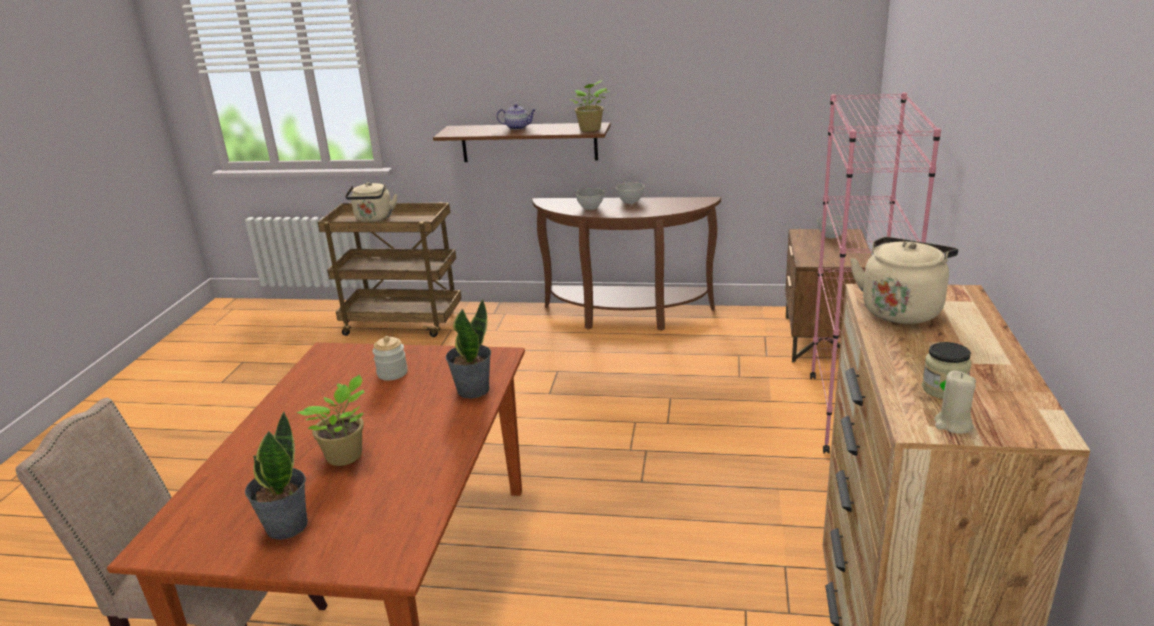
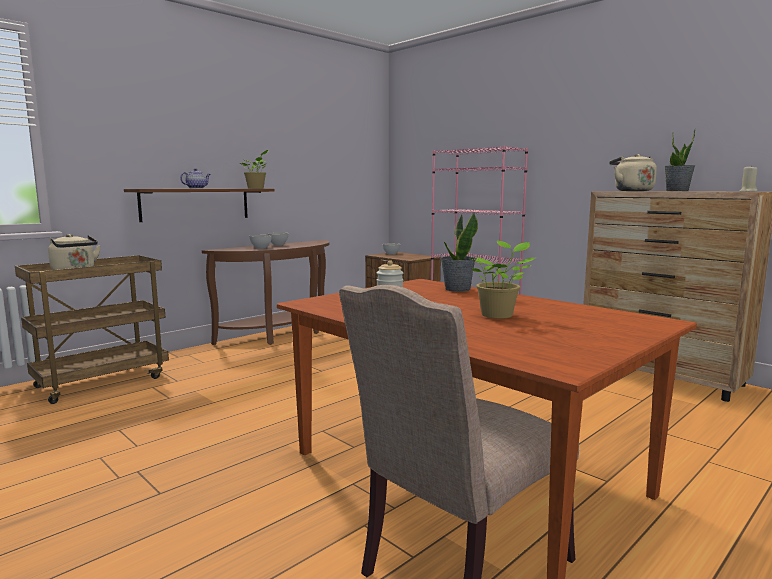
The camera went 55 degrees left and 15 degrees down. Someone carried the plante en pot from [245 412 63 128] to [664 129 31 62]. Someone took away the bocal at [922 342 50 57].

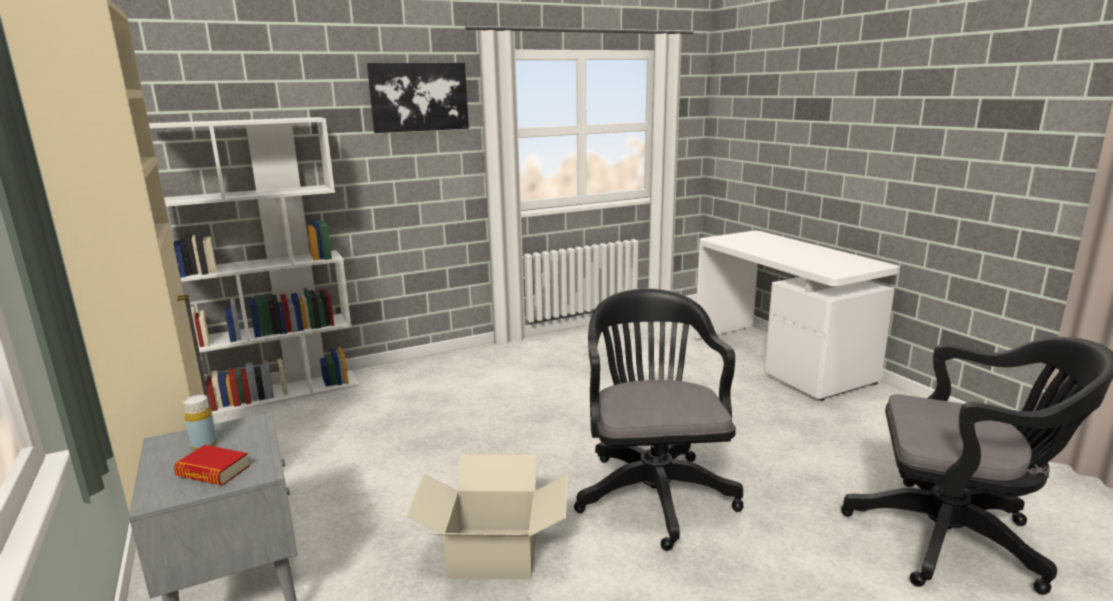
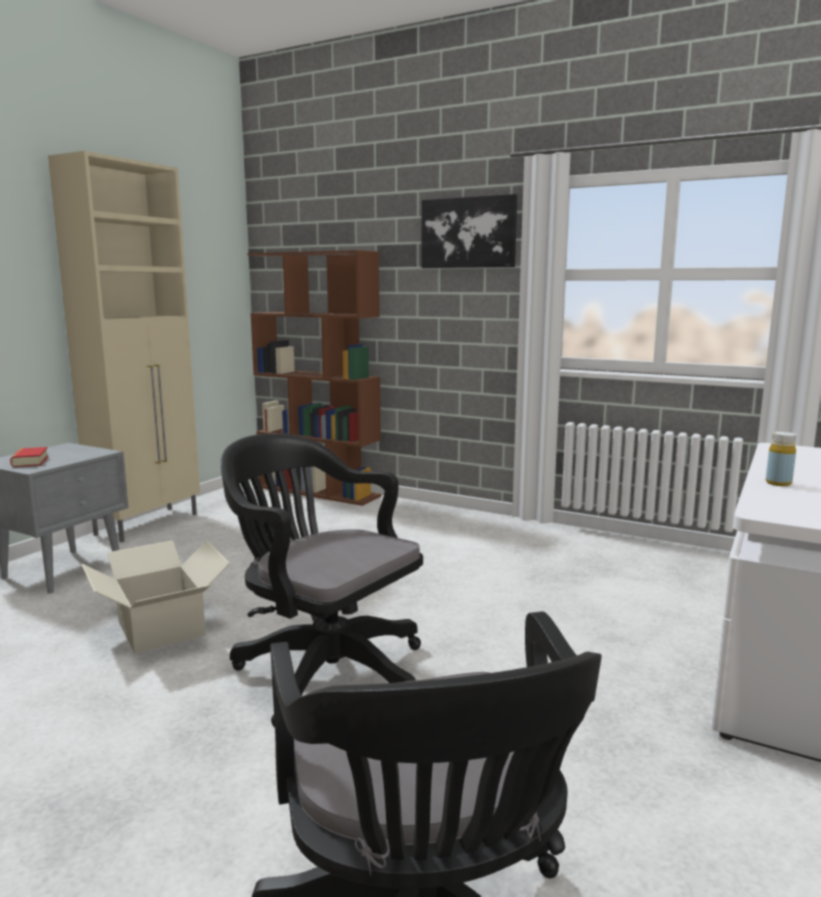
The camera went 55 degrees right and 5 degrees down. Someone repainted the bibliothèque [blanc] at [149 117 210 299], which became the bibliothèque [marron] at [248 250 133 256]. Someone carried the bouteille [jaune] from [183 395 34 55] to [766 431 31 55]. Someone rotated the chaise de bureau [noir] at [574 288 170 263] by 105 degrees counterclockwise.

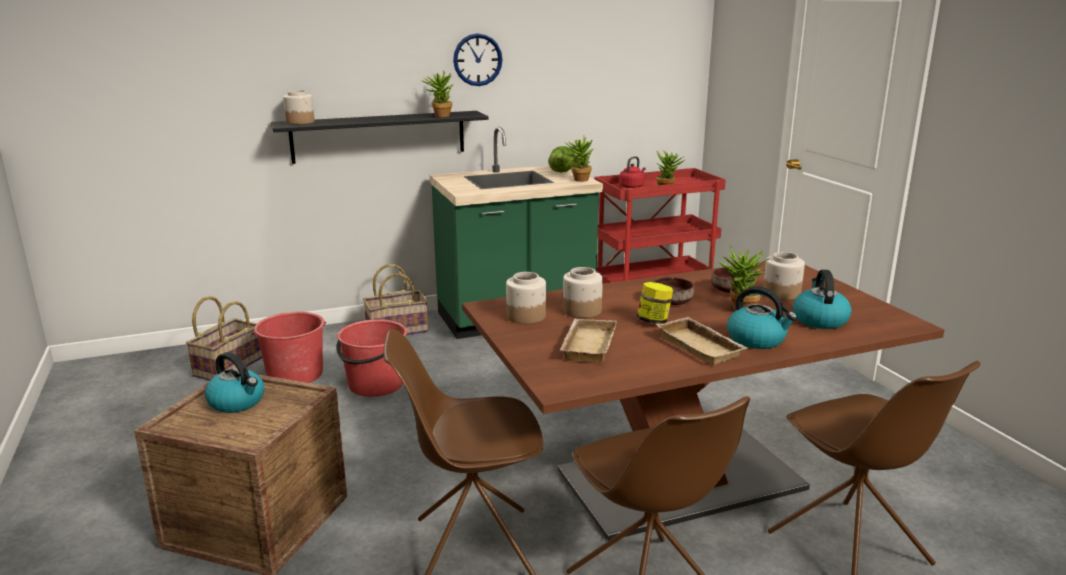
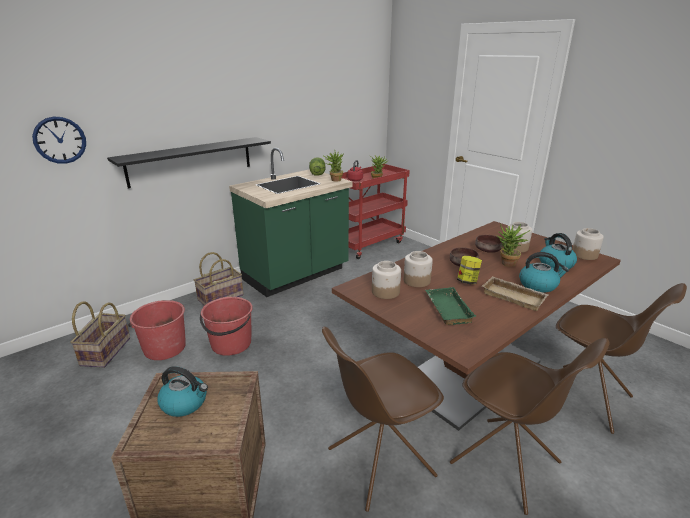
The camera went 20 degrees left and 5 degrees up. Someone carried the bocal from [283 90 32 34] to [572 228 32 32]. Someone took away the plante en pot at [421 70 33 47]. Someone carried the horloge murale from [453 33 50 53] to [32 116 54 48]. Someone repainted the plateau [beige] at [560 319 57 44], which became the plateau [vert] at [425 287 52 38].

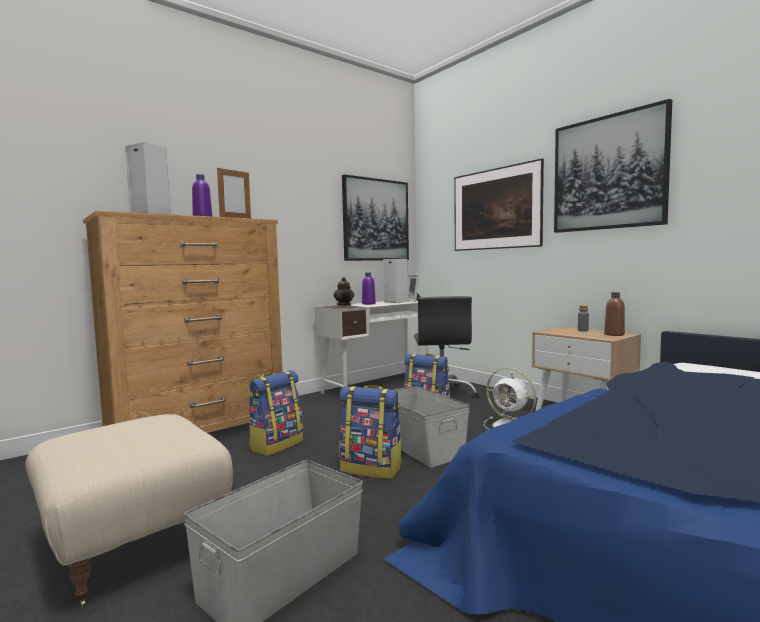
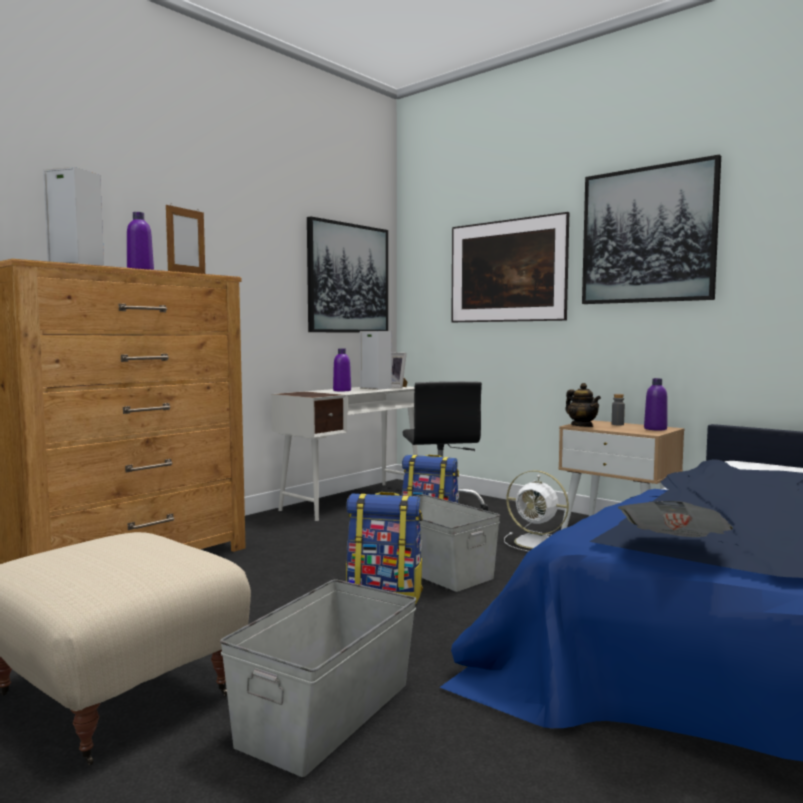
The camera went 10 degrees left and 0 degrees up. Someone took away the sac à dos at [248 370 56 86]. Someone carried the théière from [334 277 20 29] to [565 383 36 44]. Someone repainted the bouteille [marron] at [604 292 21 44], which became the bouteille [violet] at [644 378 23 53]. Someone put down the journal at [618 501 115 36].

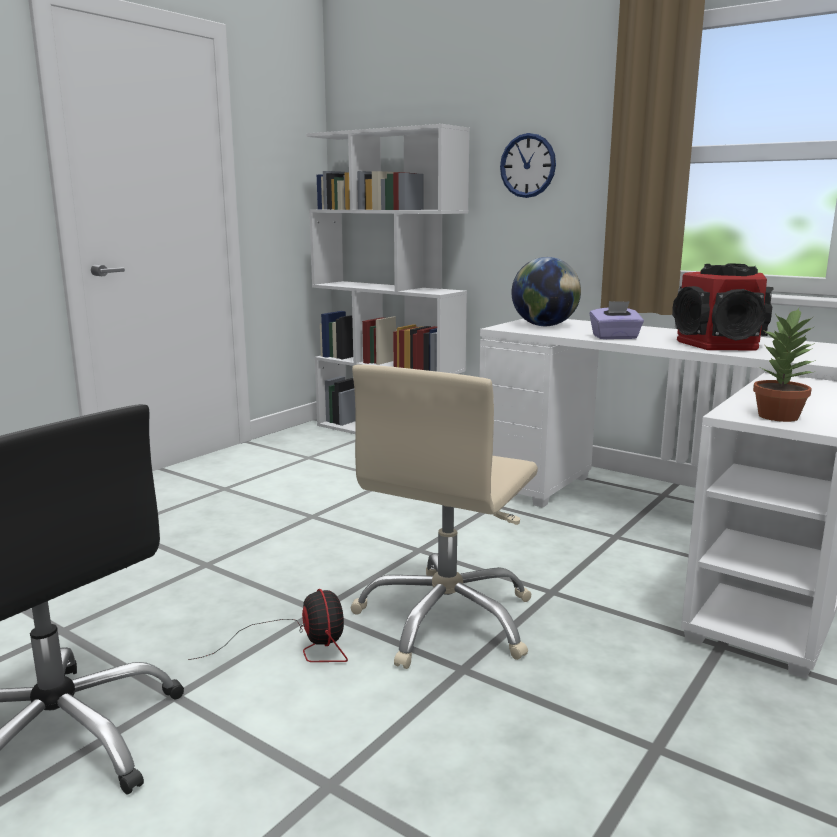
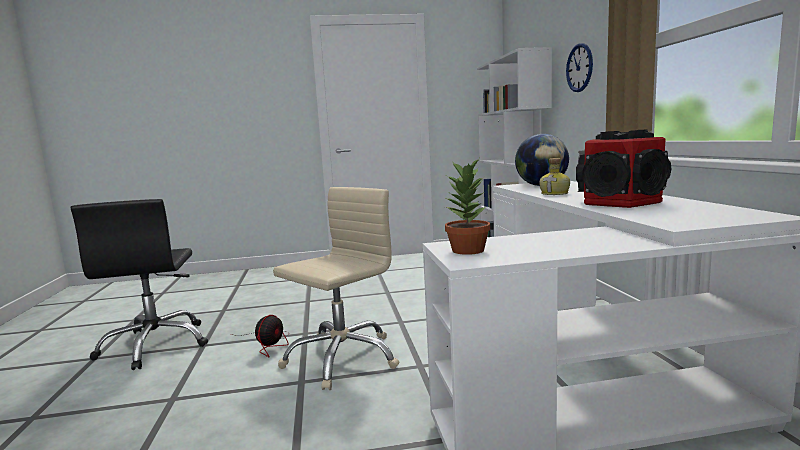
The camera went 45 degrees right and 5 degrees down. Someone rotated the chaise de bureau [beige] at [350 364 188 305] by 150 degrees clockwise. Someone swapped the boîte à mouchoirs [violet] at [590 301 54 38] for the bouteille at [539 158 31 37].

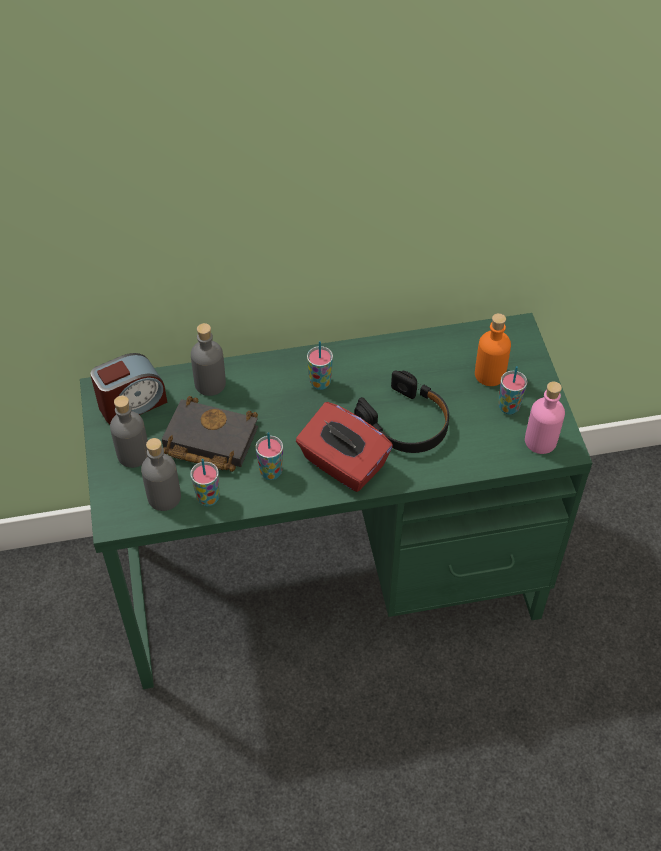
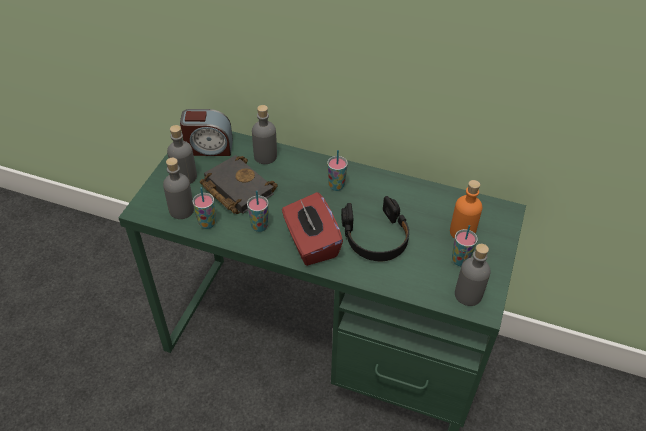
The camera went 30 degrees right and 5 degrees down. Someone repainted the bouteille [rose] at [525 381 40 73], which became the bouteille [gris] at [455 244 36 62].

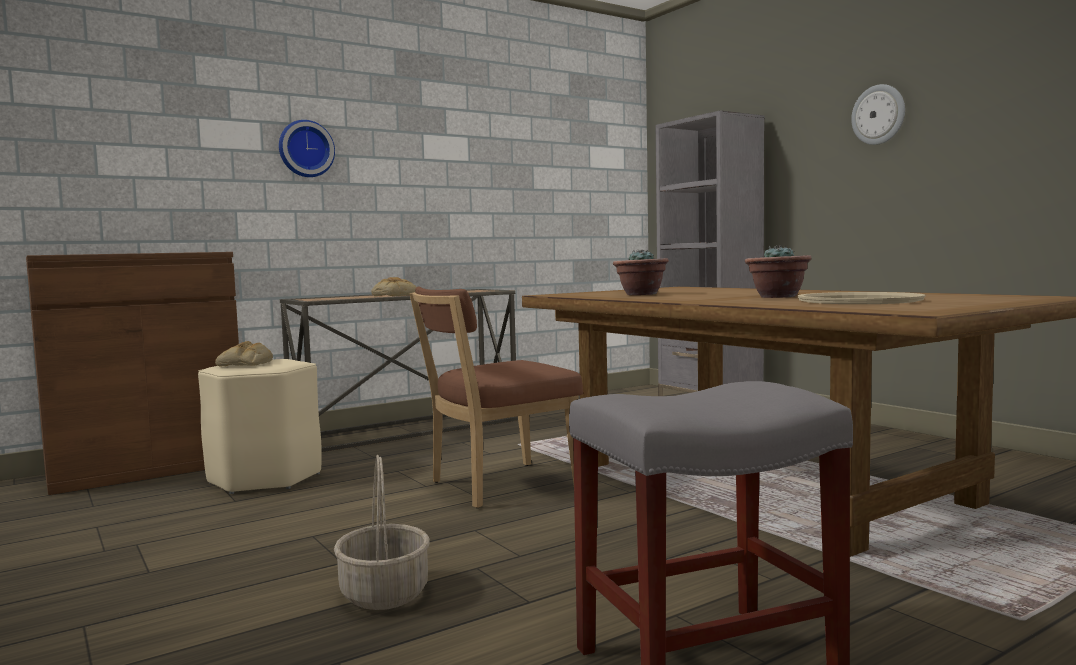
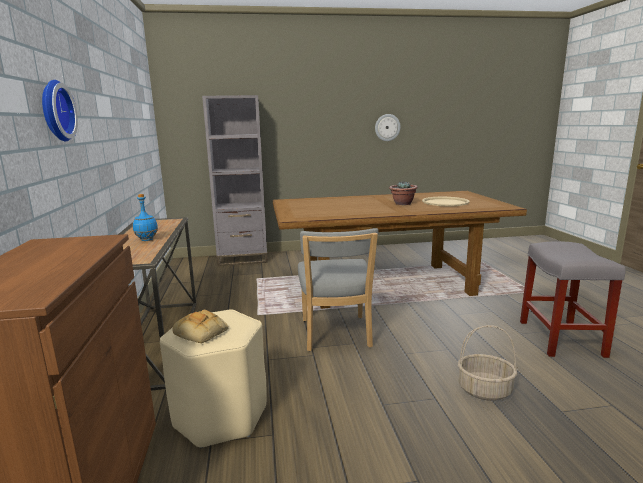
The camera went 65 degrees left and 10 degrees up. Someone swapped the pain at [371 277 45 19] for the bouteille [bleu] at [133 194 25 47]. Someone repainted the chaise [marron] at [410 286 173 222], which became the chaise [gris] at [298 228 81 123]. Someone took away the plante en pot at [613 250 56 45]. Someone carried the horloge murale from [851 84 54 61] to [375 114 26 27].

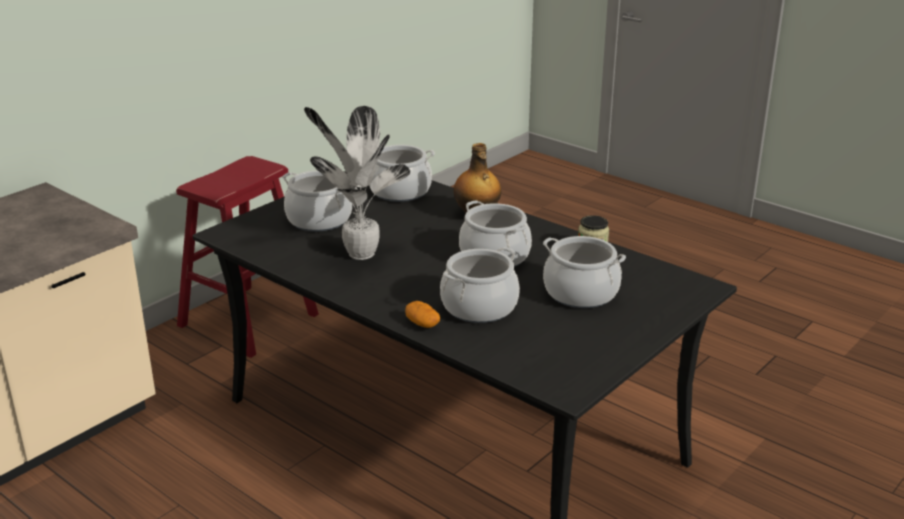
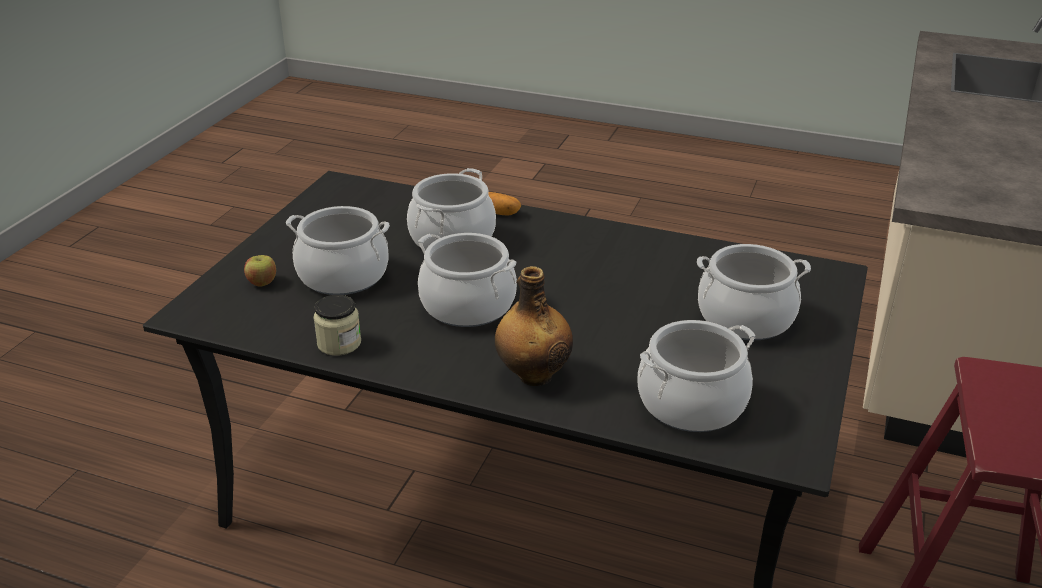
The camera went 160 degrees right and 5 degrees up. Someone took away the plante en pot at [304 106 106 154]. Someone put down the pomme at [244 255 32 32].

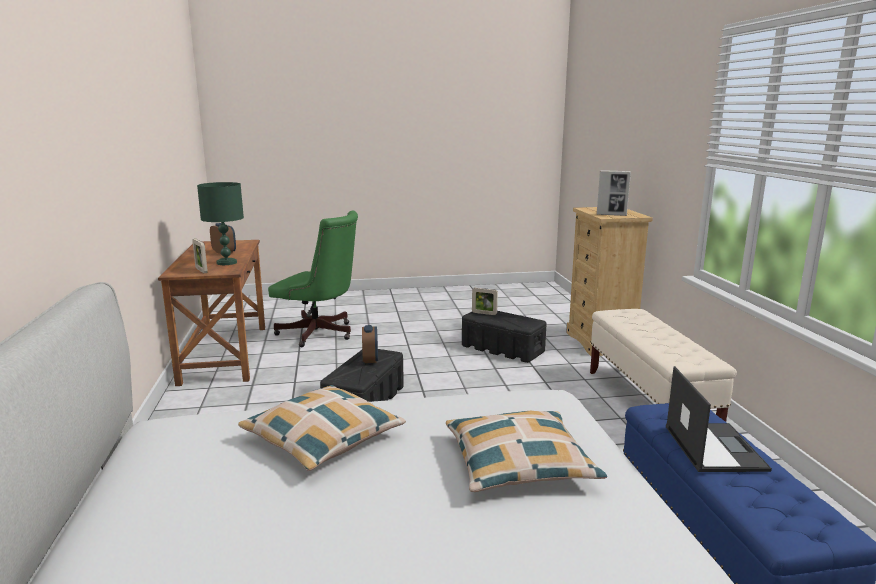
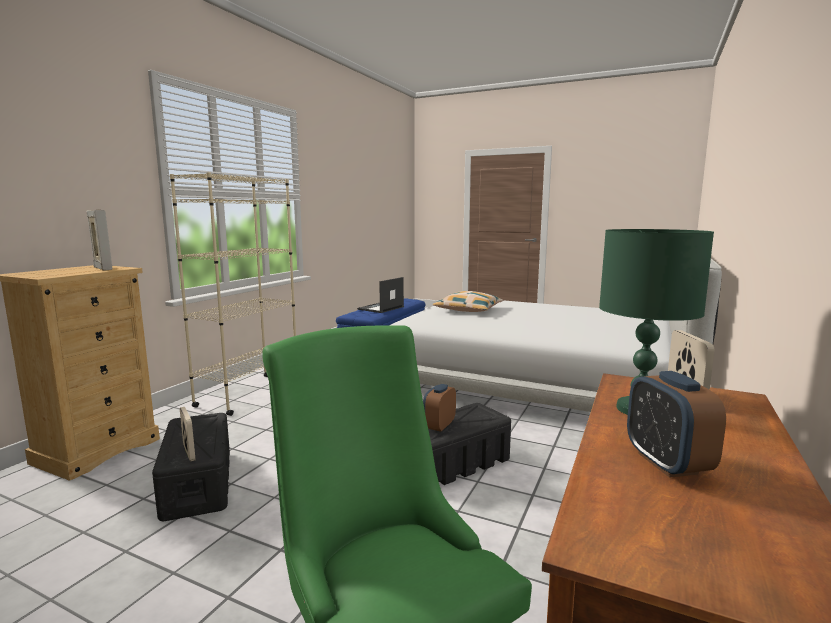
The camera went 145 degrees left and 5 degrees down. Someone took away the coussin at [238 385 168 86]. Someone swapped the banc [beige] at [590 309 147 113] for the bibliothèque [beige] at [170 172 126 244].

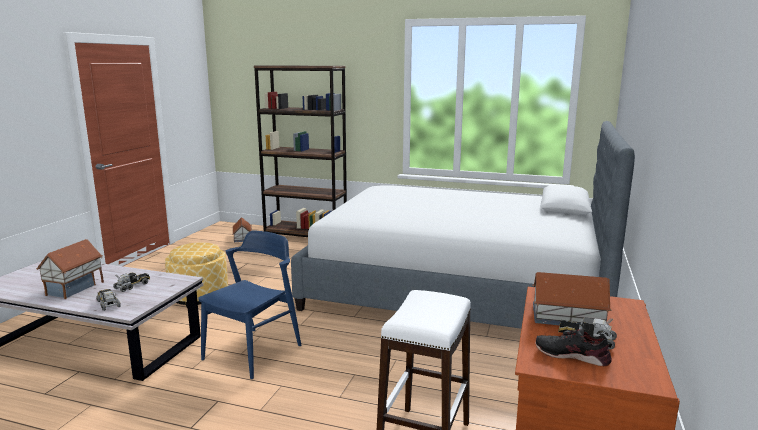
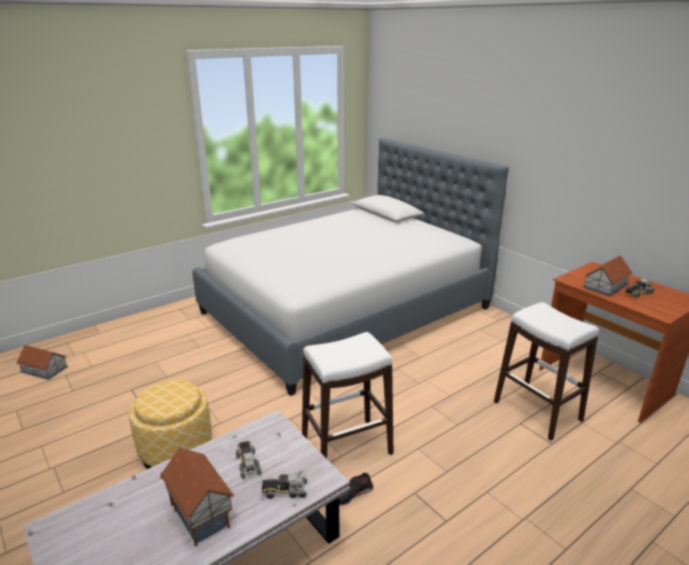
The camera went 55 degrees left and 10 degrees up. Someone swapped the chaise [bleu] at [198 230 103 150] for the tabouret [blanc] at [302 332 91 126]. Someone took away the bibliothèque [marron] at [254 65 93 172]. Someone carried the chaussure [noir] from [535 329 76 37] to [339 473 34 32].

